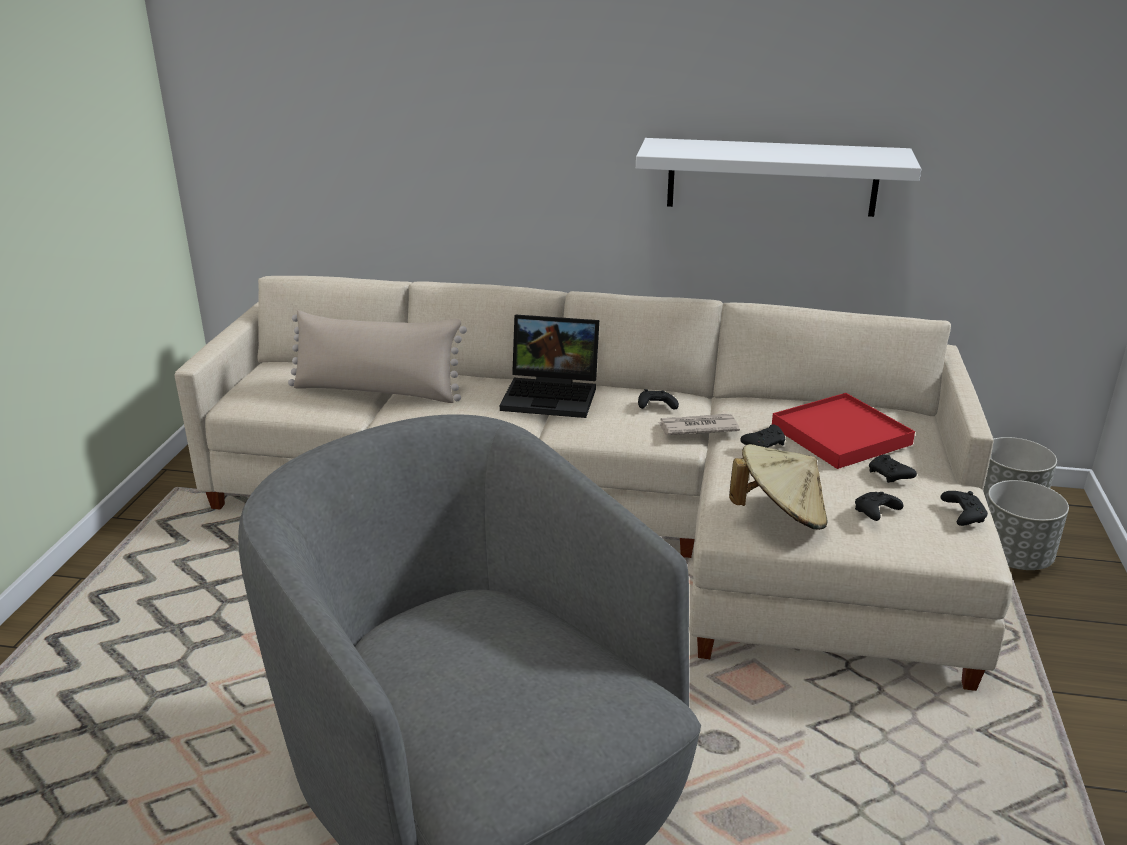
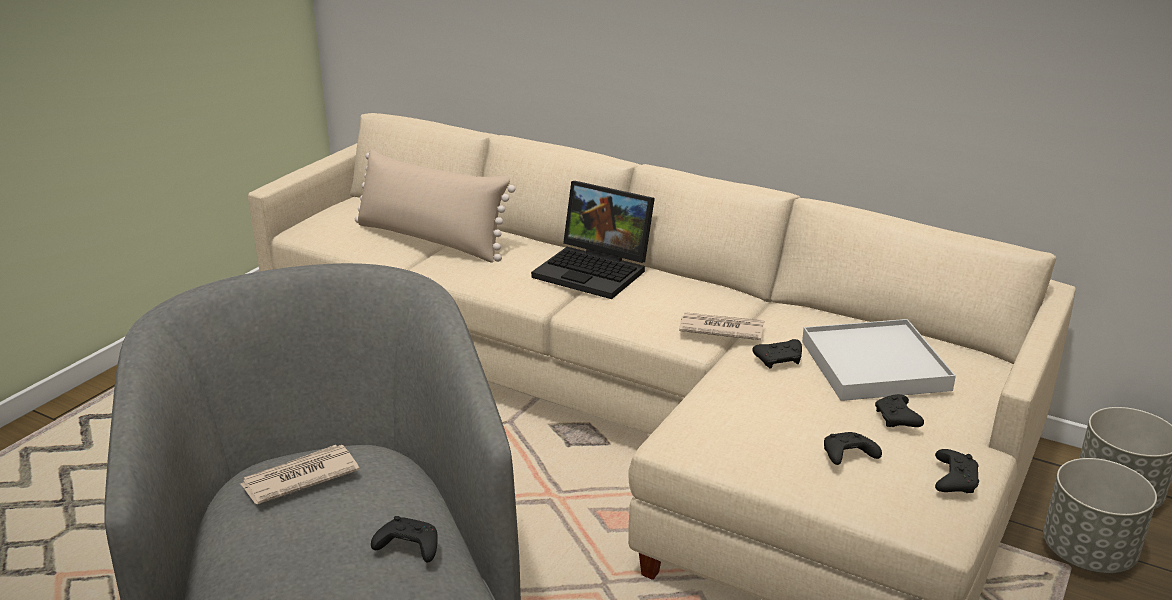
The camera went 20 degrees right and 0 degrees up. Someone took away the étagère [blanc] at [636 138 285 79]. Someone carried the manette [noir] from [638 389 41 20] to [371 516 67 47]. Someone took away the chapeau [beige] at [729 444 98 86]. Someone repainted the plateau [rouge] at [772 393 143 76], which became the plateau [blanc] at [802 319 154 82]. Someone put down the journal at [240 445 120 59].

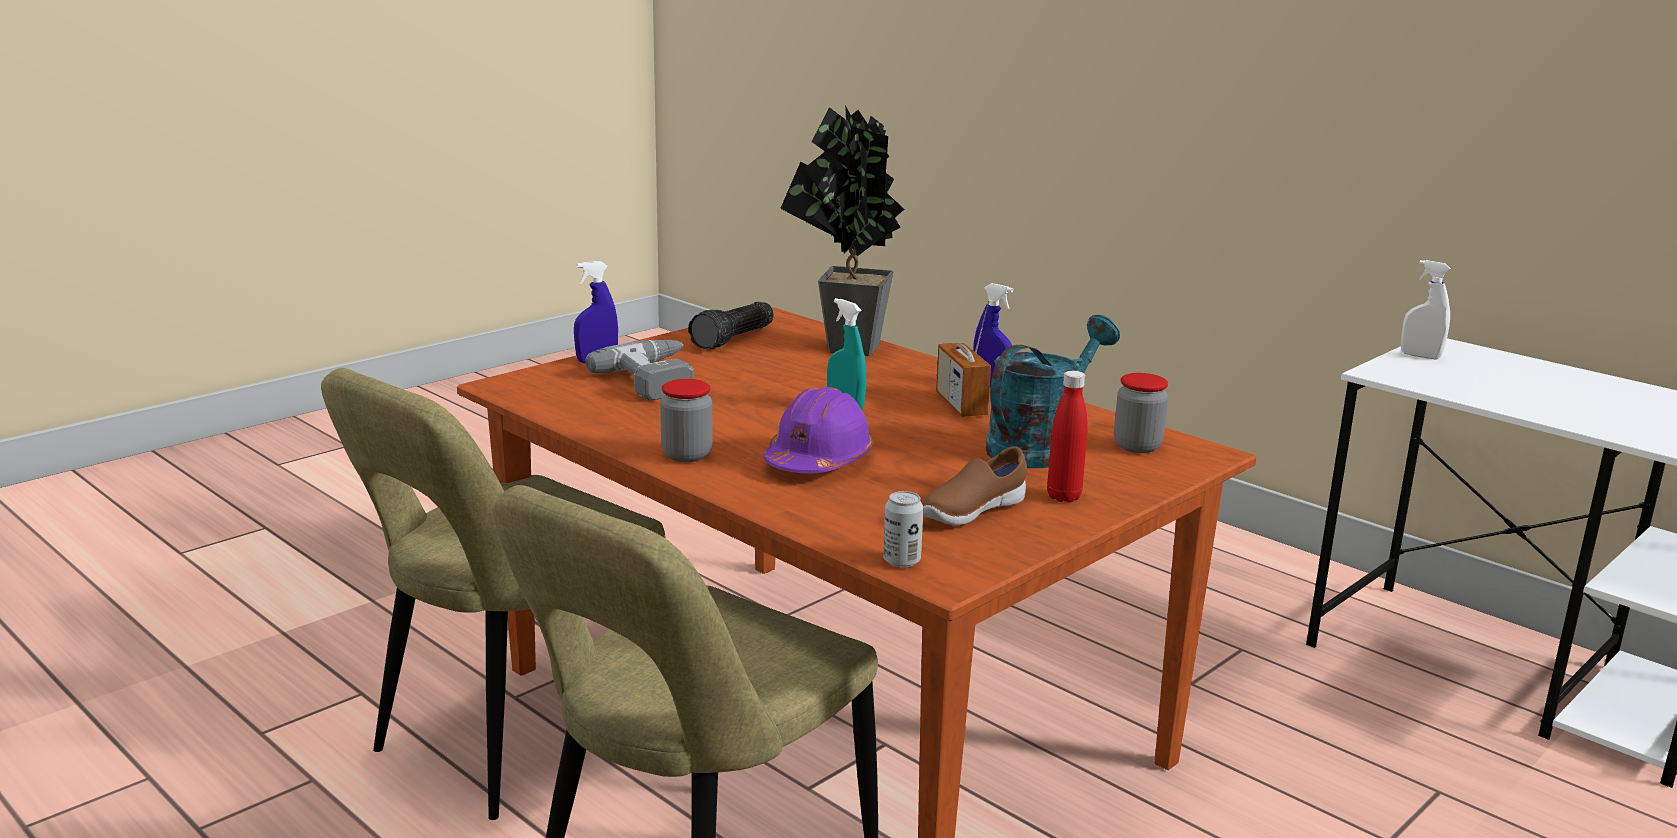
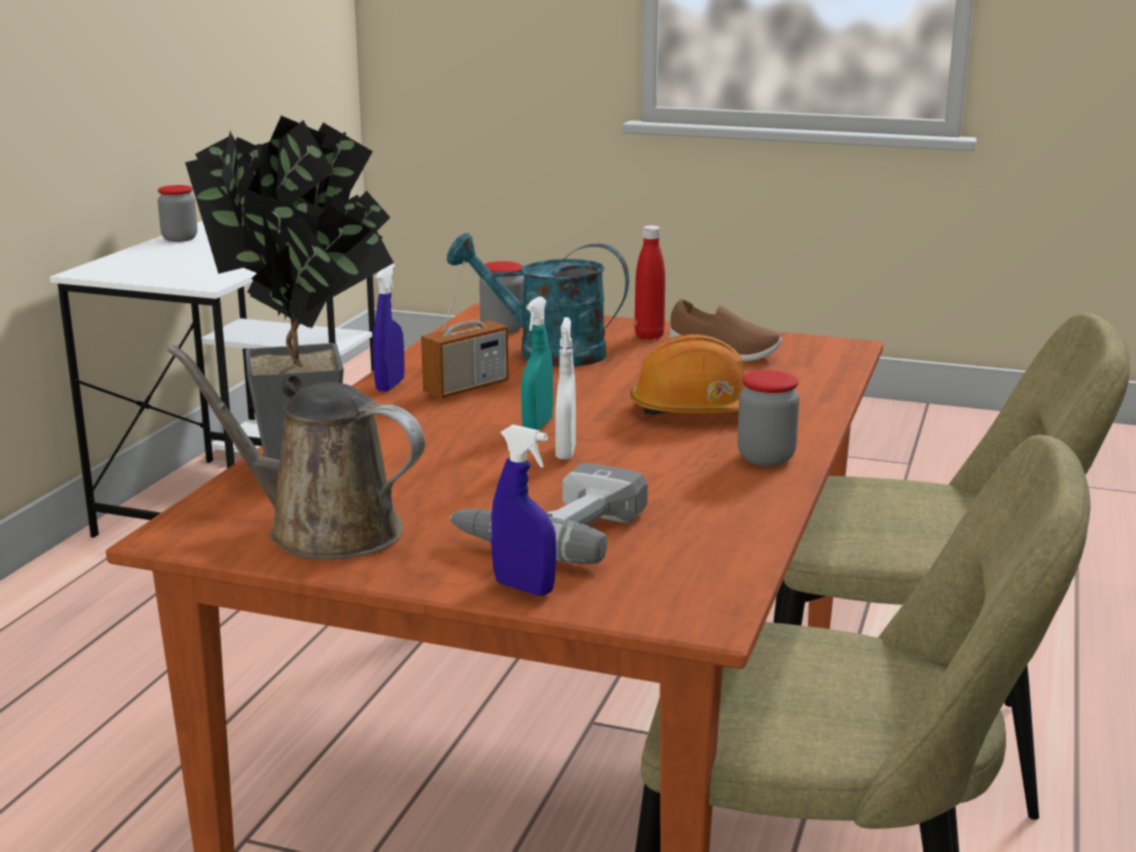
The camera went 115 degrees left and 0 degrees up. Someone swapped the lampe de poche at [688 302 86 47] for the arrosoir [marron] at [167 345 258 215]. Someone repainted the casque de chantier [violet] at [763 387 111 86], which became the casque de chantier [orange] at [630 334 116 81]. Someone took away the boîte métallique at [883 491 40 77]. Someone carried the vaporisateur [blanc] from [1401 260 50 99] to [555 317 21 142]. Someone put down the bocal at [158 185 39 57].

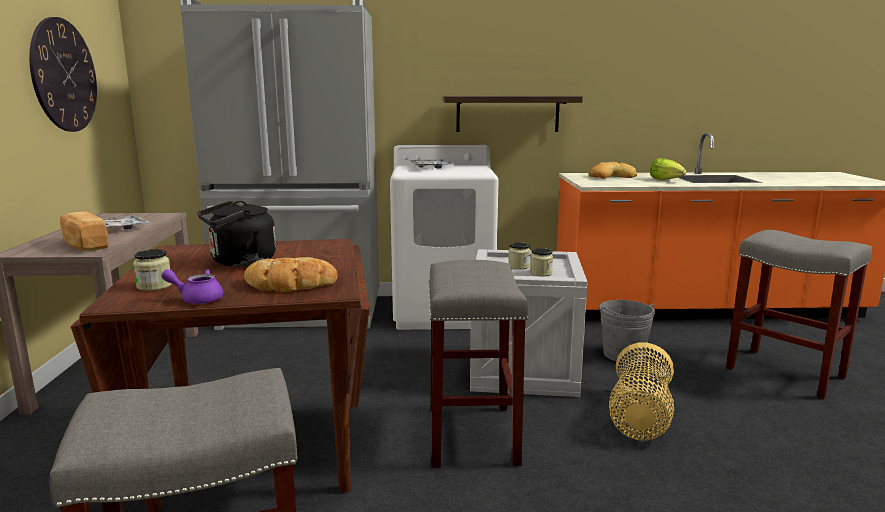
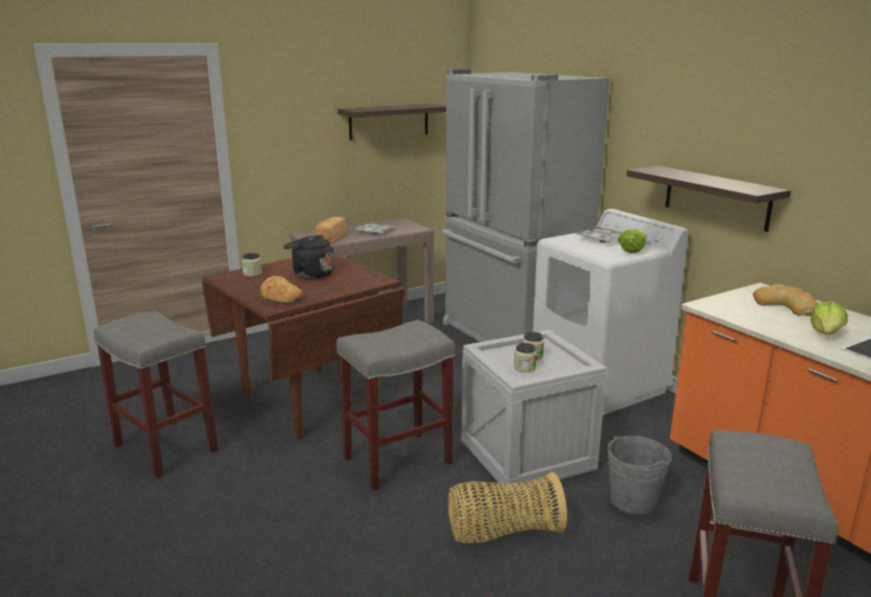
The camera went 60 degrees right and 5 degrees up. Someone swapped the horloge murale at [29 17 68 115] for the étagère at [338 104 108 36]. Someone took away the théière [violet] at [161 269 62 35]. Someone put down the laitue at [618 229 29 24].

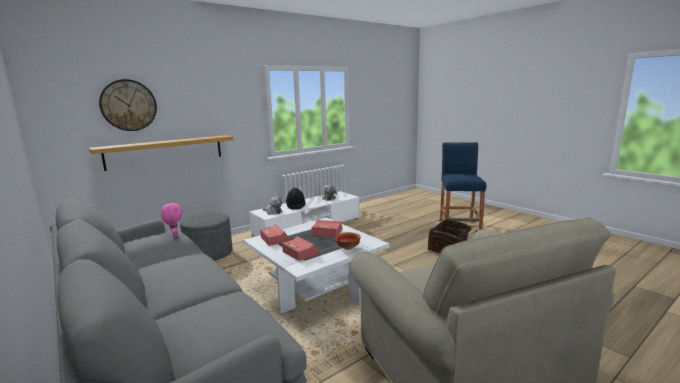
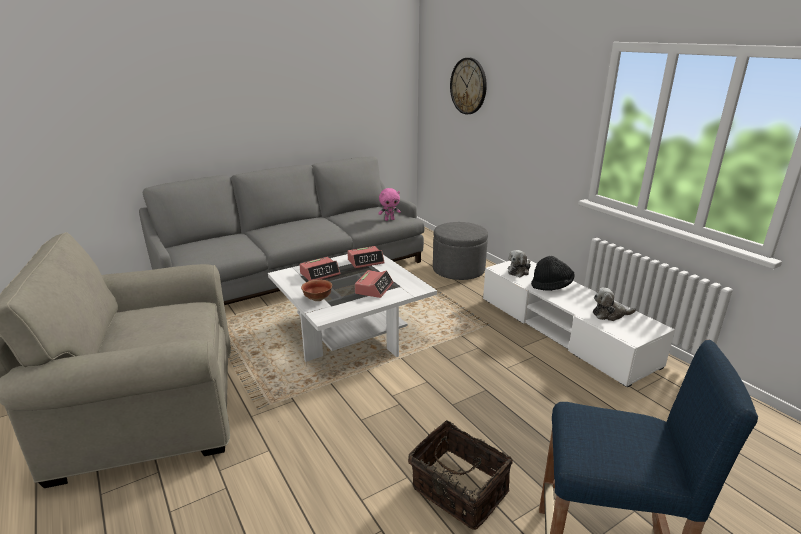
The camera went 95 degrees right and 10 degrees up. Someone took away the étagère at [89 135 144 36].

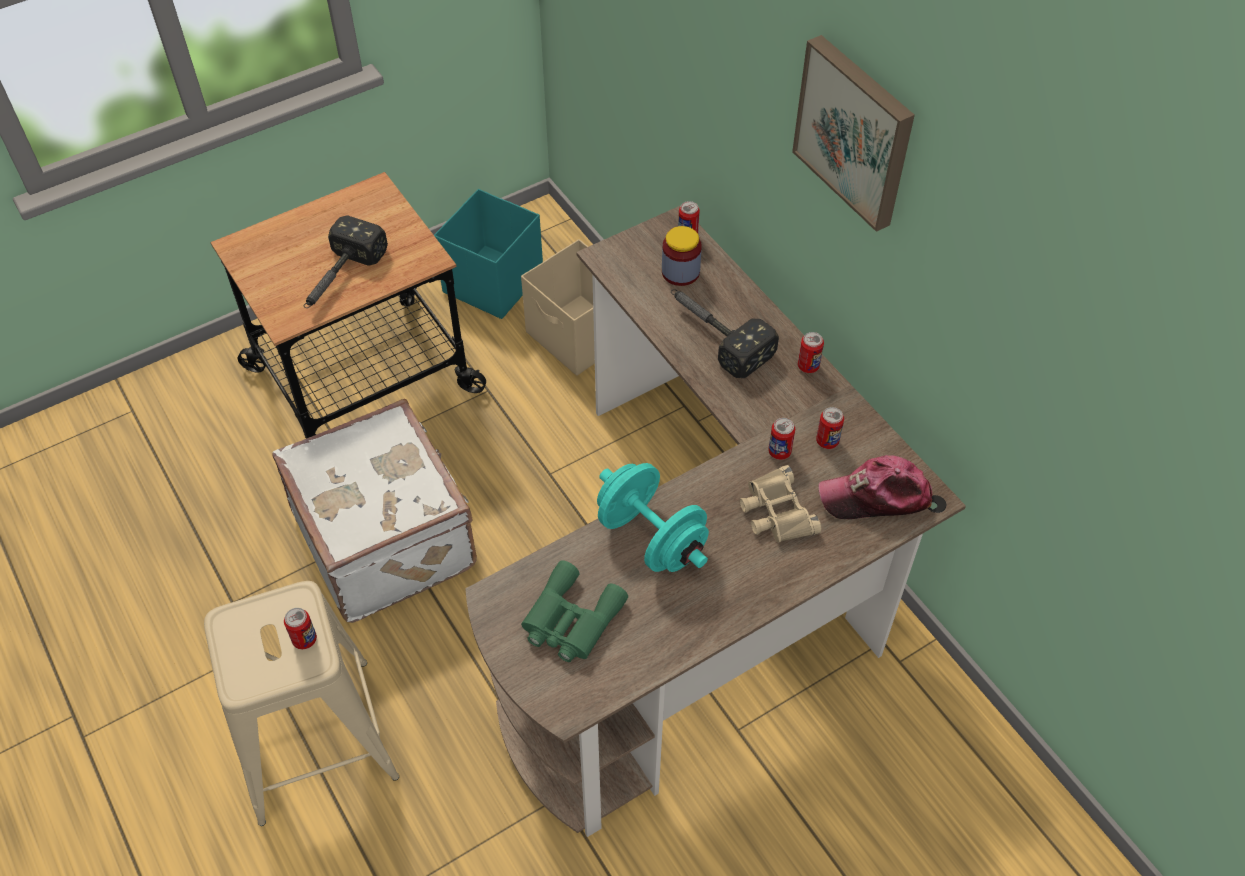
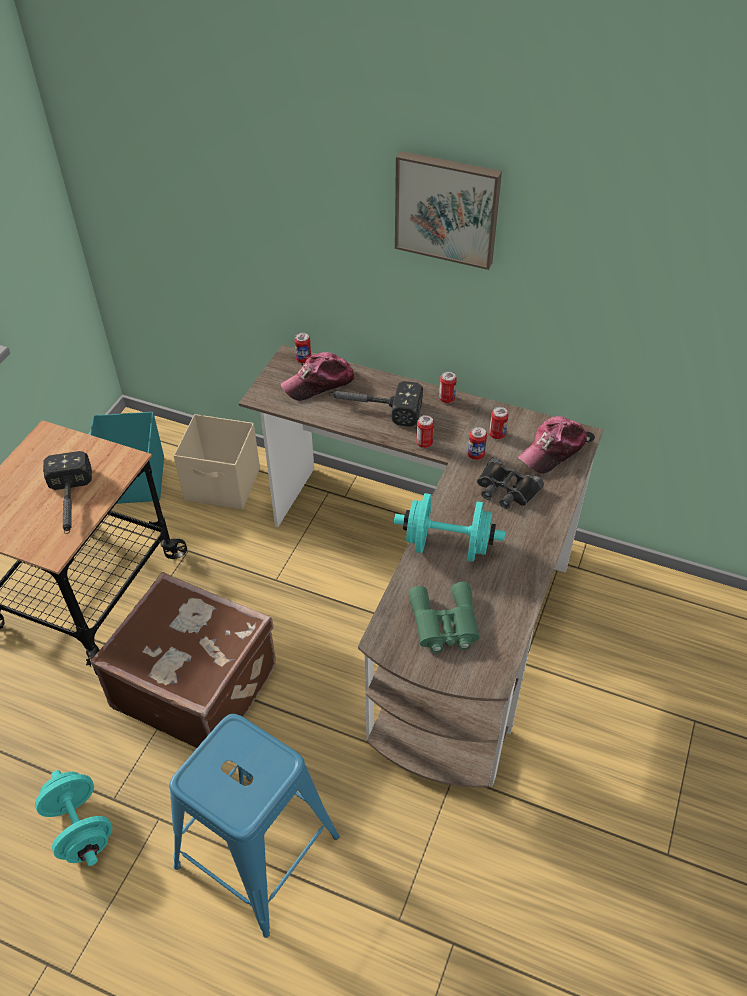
The camera went 35 degrees left and 5 degrees down. Someone repainted the tabouret [beige] at [204 581 195 245], which became the tabouret [bleu] at [169 714 170 224]. Someone repainted the valise [blanc] at [272 399 205 224], which became the valise [marron] at [91 572 185 176]. Someone carried the boîte métallique from [284 608 33 41] to [416 415 18 33]. Someone swapped the bocal at [662 226 40 60] for the casquette at [280 352 75 49]. Someone repainted the jumelles [beige] at [740 465 81 78], which became the jumelles [noir] at [477 457 67 52]. Someone put down the haltère [turquoise] at [35 770 77 96].

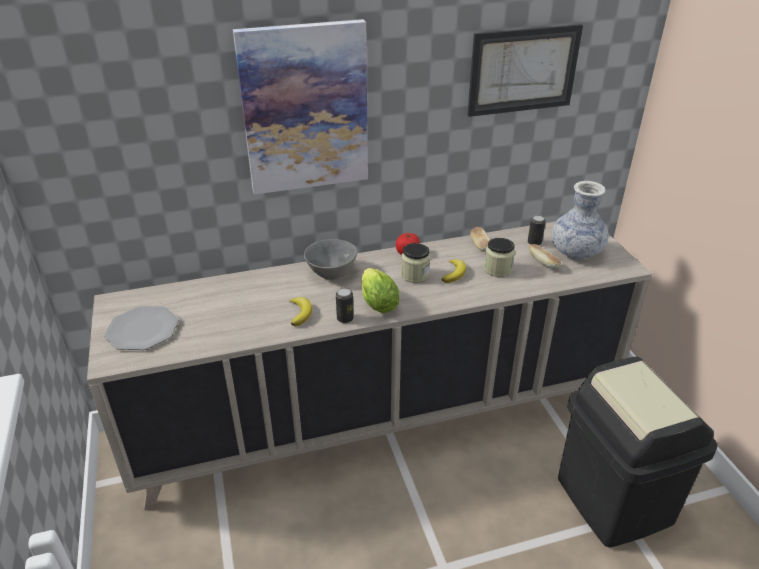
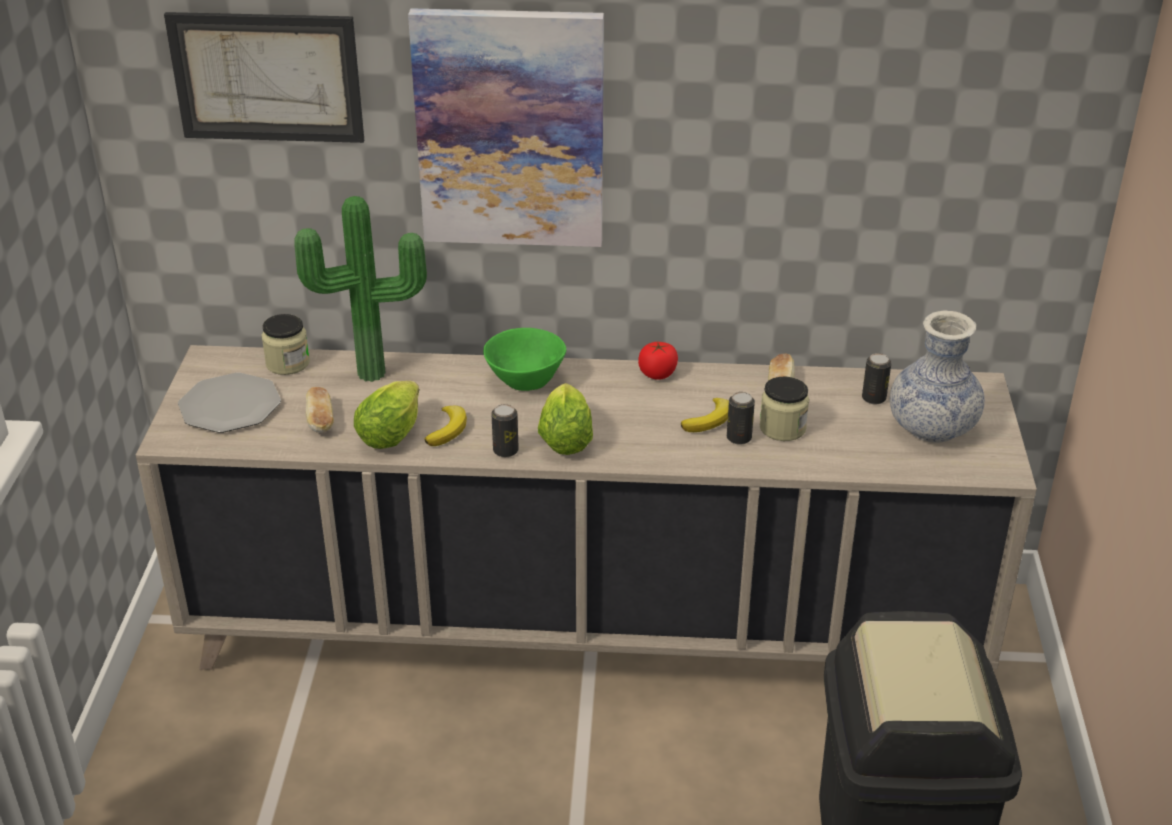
The camera went 20 degrees right and 0 degrees up. Someone repainted the bol [gris] at [304 239 54 41], which became the bol [vert] at [483 328 83 63]. Someone carried the bocal from [401 243 29 40] to [262 314 48 61]. Someone carried the tableau from [468 24 115 93] to [164 12 200 131]. Someone carried the pain from [529 244 32 25] to [306 387 28 46]. Someone put down the plante en pot at [294 196 133 186]. Someone put down the laitue at [354 381 65 68]. Someone put down the boîte métallique at [727 392 28 53].

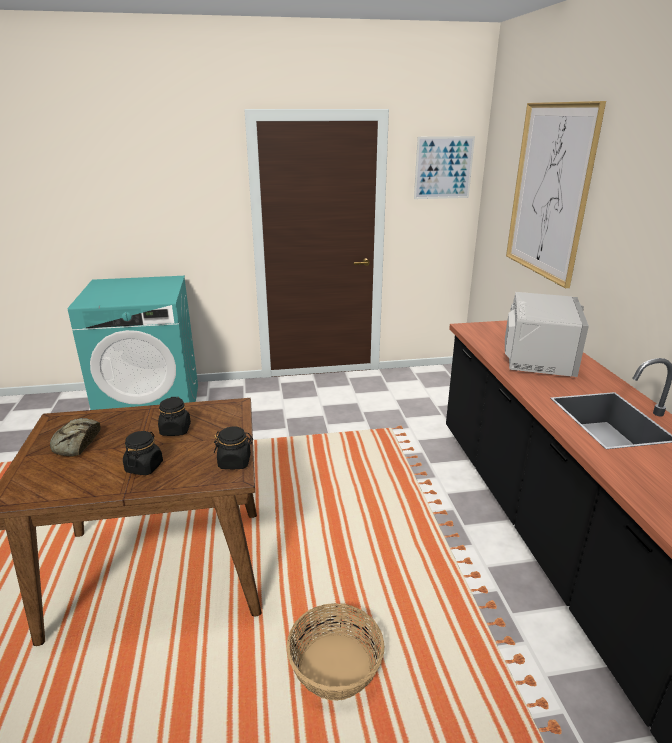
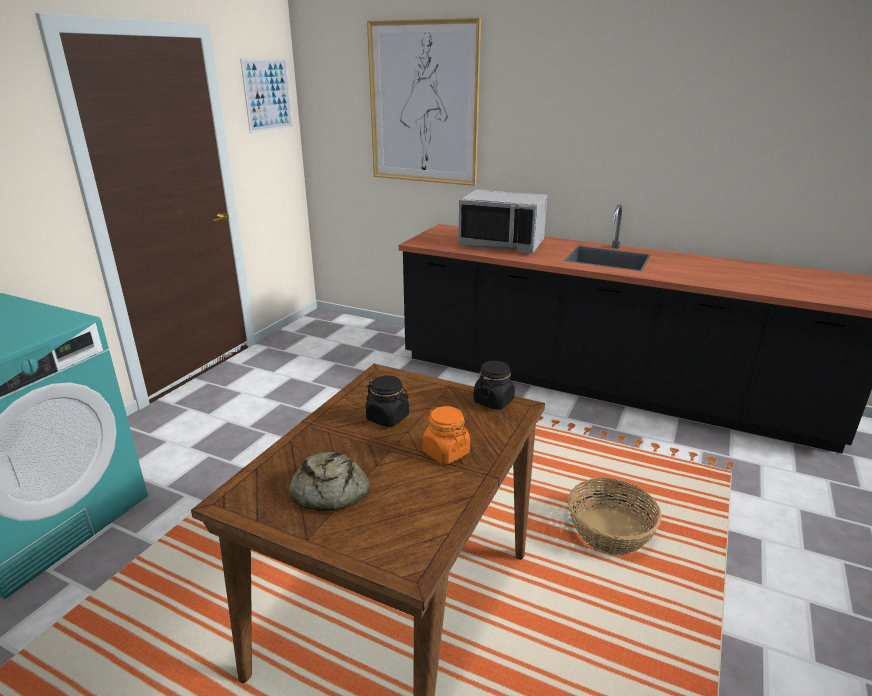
The camera went 55 degrees left and 0 degrees up. Someone repainted the bocal [noir] at [123 431 40 44], which became the bocal [orange] at [423 406 47 58]. Someone rotated the micro-ondes [gris] at [505 292 84 85] by 150 degrees clockwise.

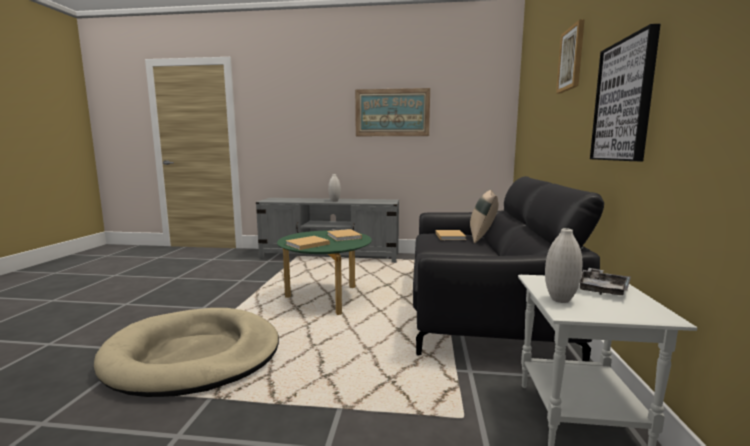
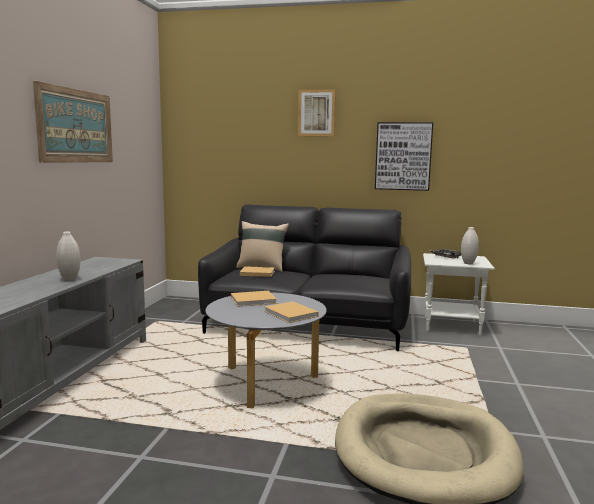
The camera went 85 degrees left and 0 degrees up. Someone repainted the table basse [vert] at [277 230 95 85], which became the table basse [gris] at [206 292 120 117].

